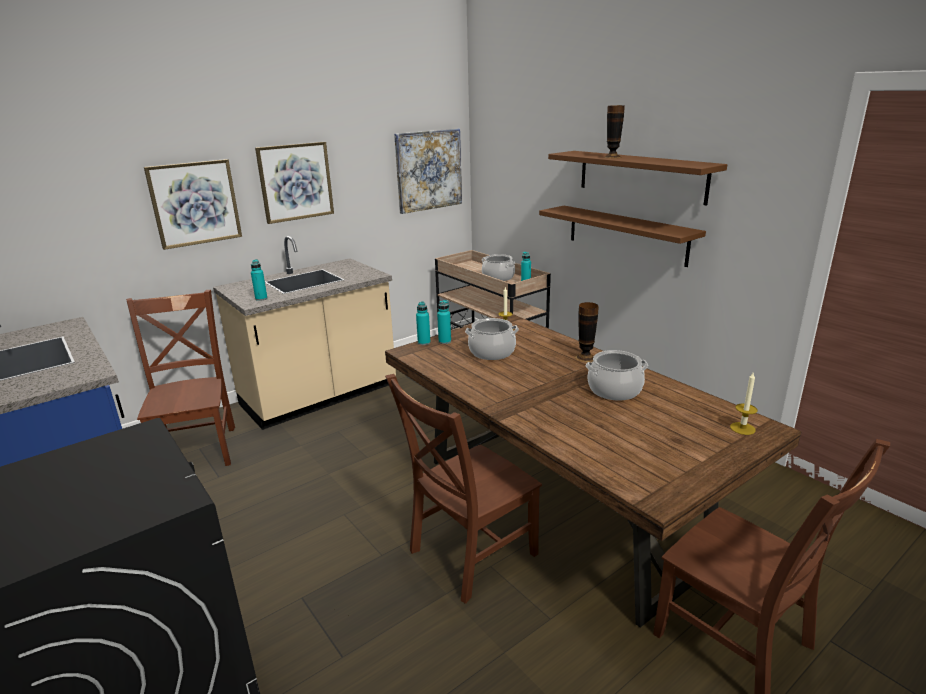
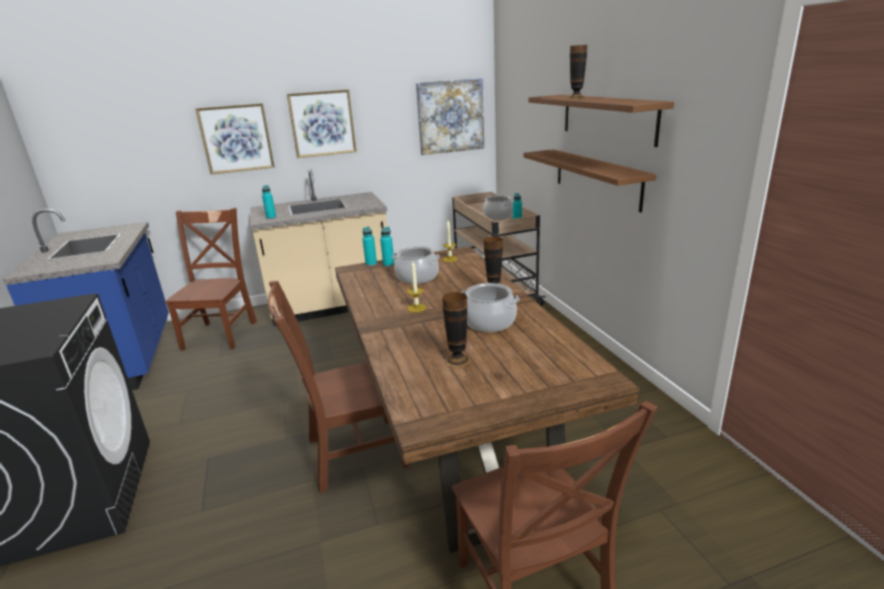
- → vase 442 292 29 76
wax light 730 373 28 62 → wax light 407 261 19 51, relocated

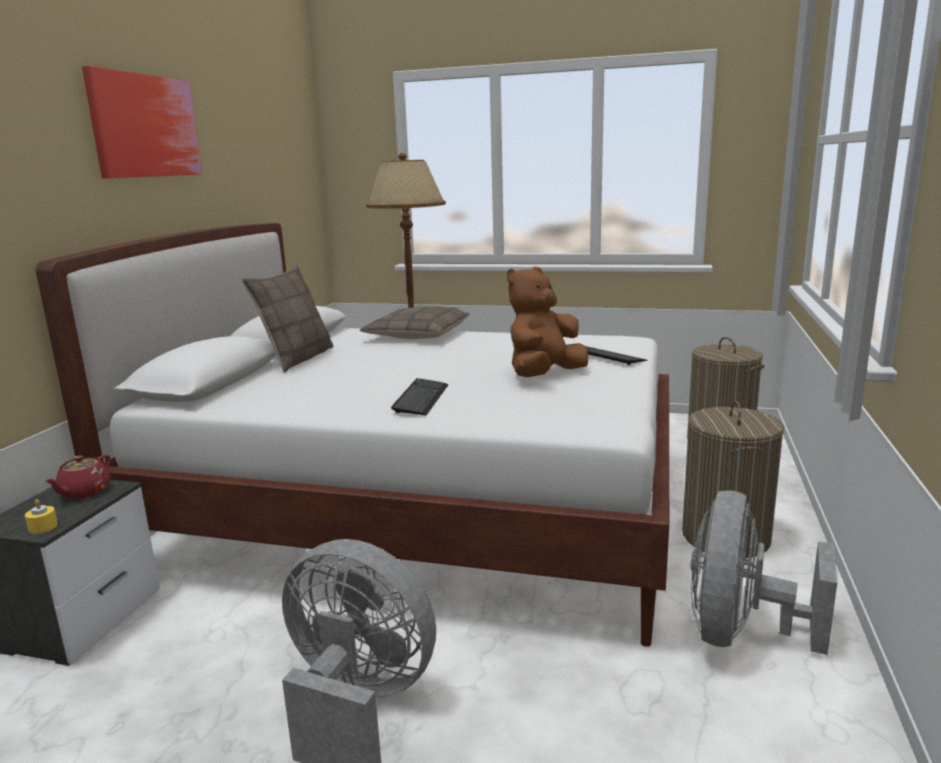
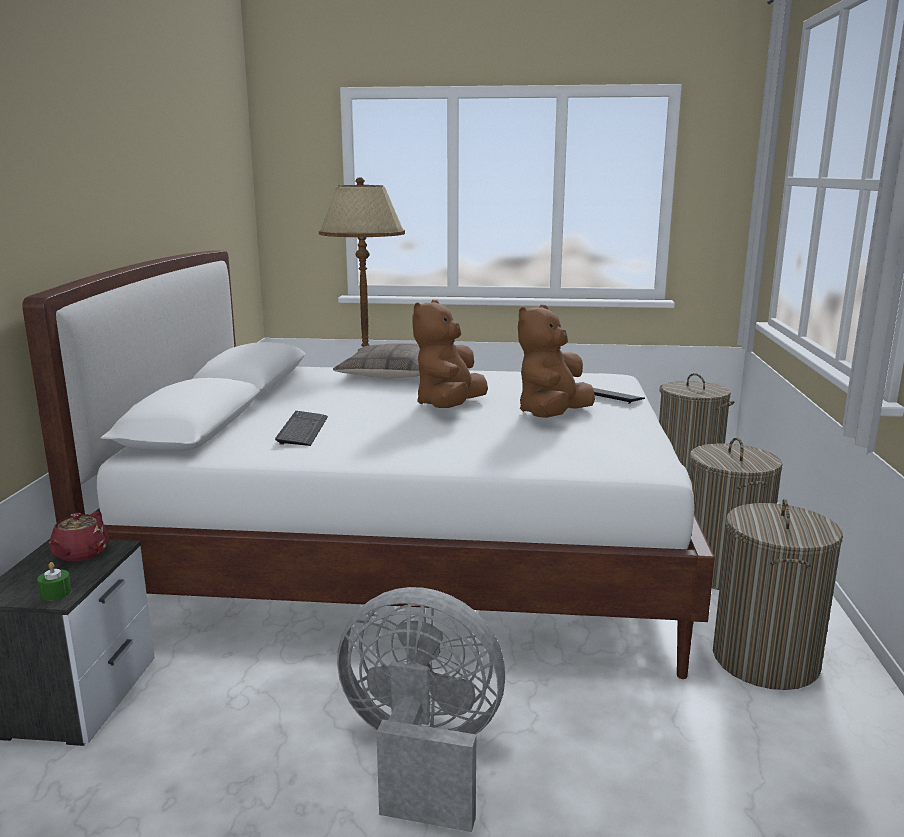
wall picture 82 66 120 113 → -
pillow 242 264 91 109 → -
- → brownish plush toy 412 300 76 108
PC keyboard 391 378 57 37 → PC keyboard 275 411 53 35, relocated
grey cooling fan 690 491 147 164 → laundry basket 713 499 130 191
yellow-coloured wax light 25 499 33 35 → green wax light 37 562 35 39

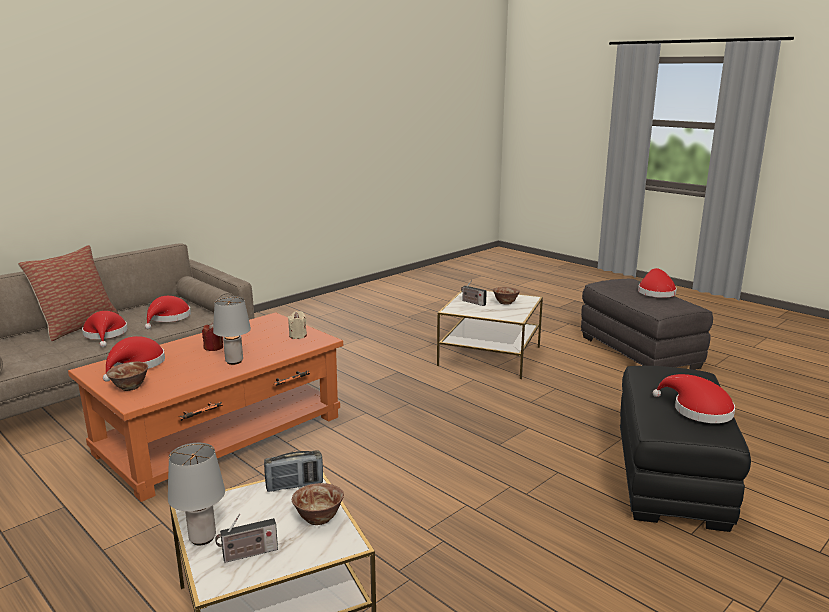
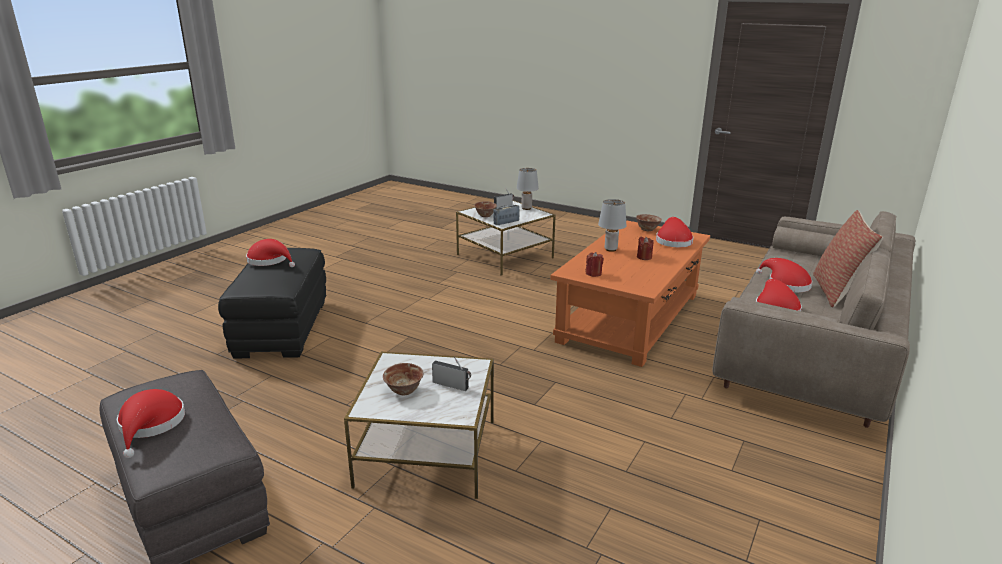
beige wax light 288 311 19 28 → red wax light 585 252 19 25

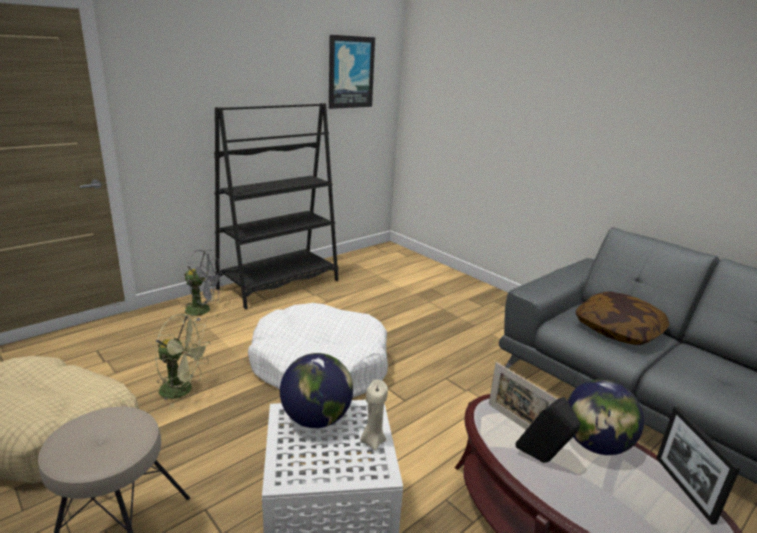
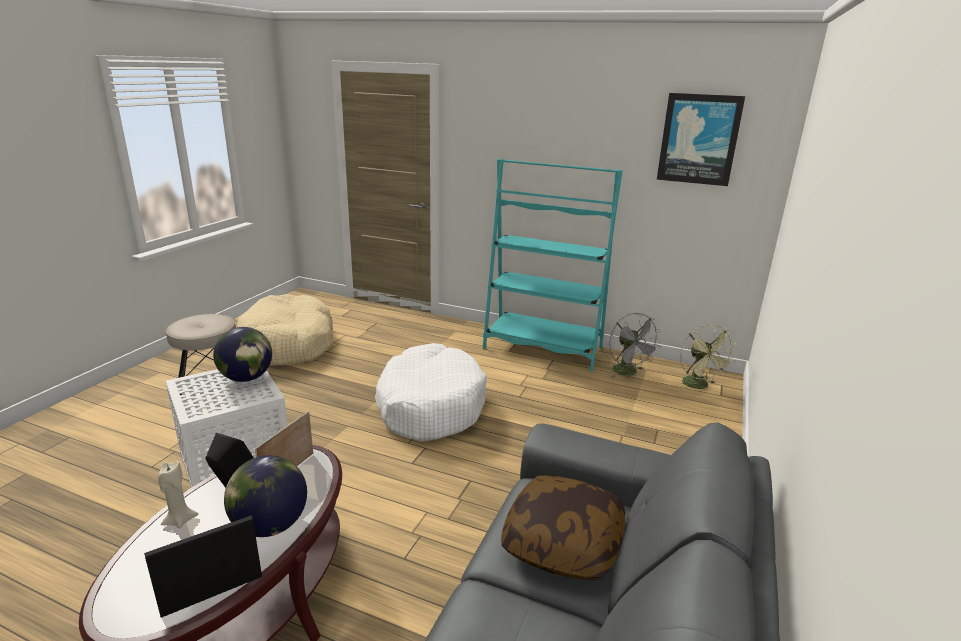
green cooling fan 155 314 56 94 → green cooling fan 680 324 57 66, relocated
grey cooling fan 182 250 41 71 → grey cooling fan 609 313 53 65, relocated
beige wax light 360 380 28 71 → beige wax light 158 461 40 67, relocated
black-coloured shelving unit 214 103 124 206 → turquoise shelving unit 483 159 139 213

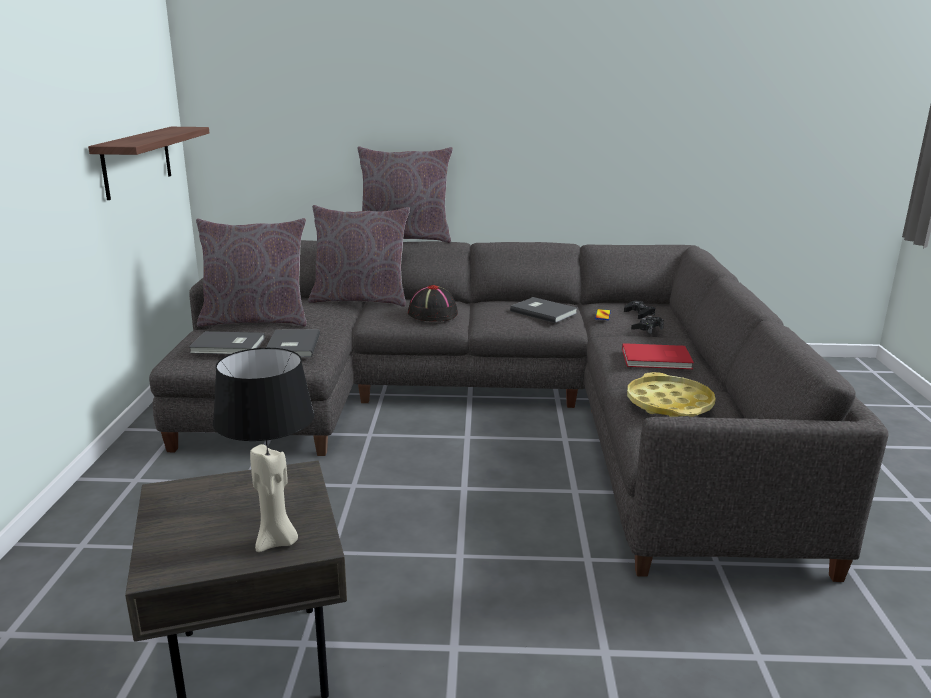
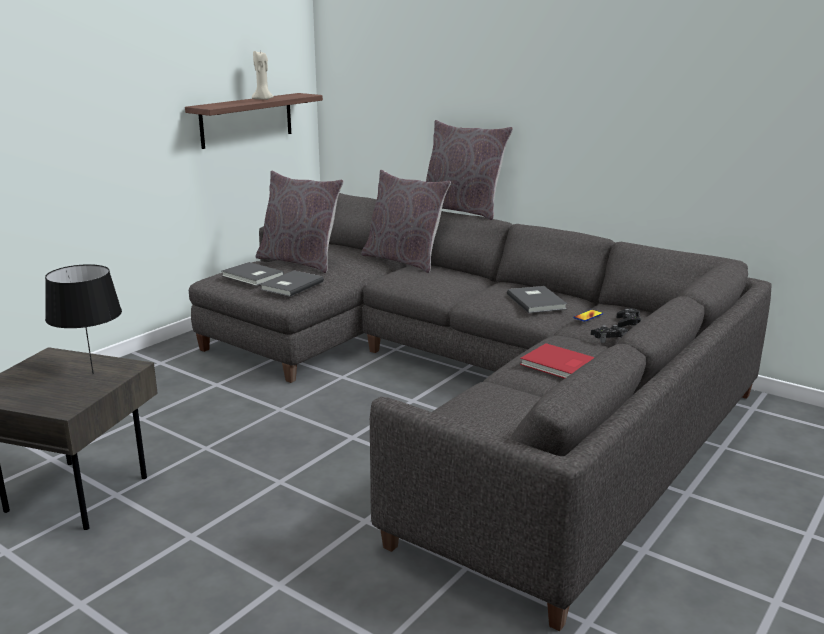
black-coloured clothing hat 408 285 50 37 → -
yellow-coloured carrying tray 627 372 89 45 → -
beige wax light 250 444 48 108 → beige wax light 252 51 22 49, relocated

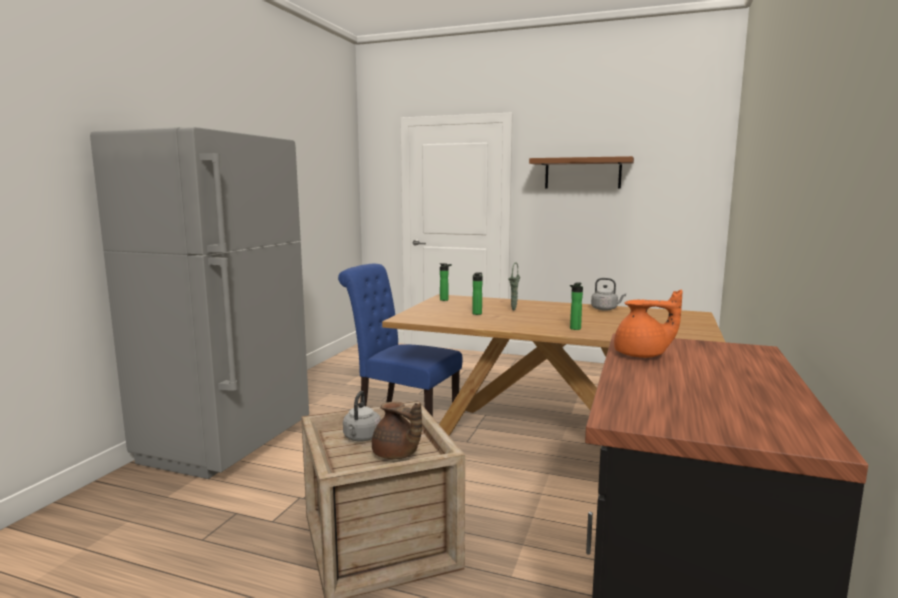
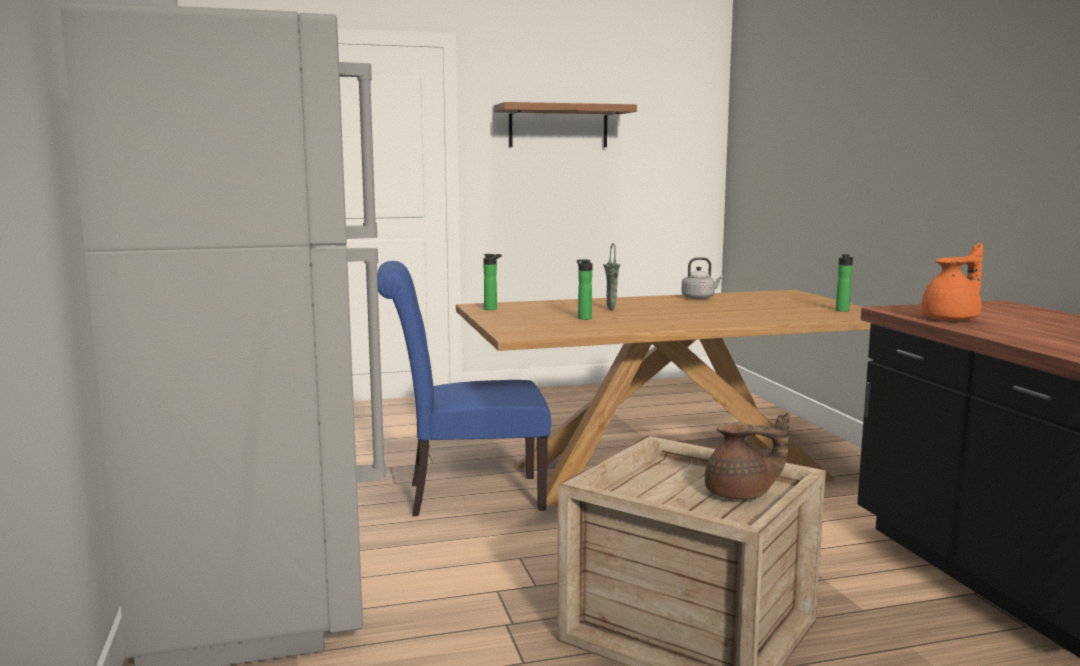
grey tea kettle 343 391 38 51 → -
bottle 570 282 13 48 → bottle 836 254 17 58, relocated

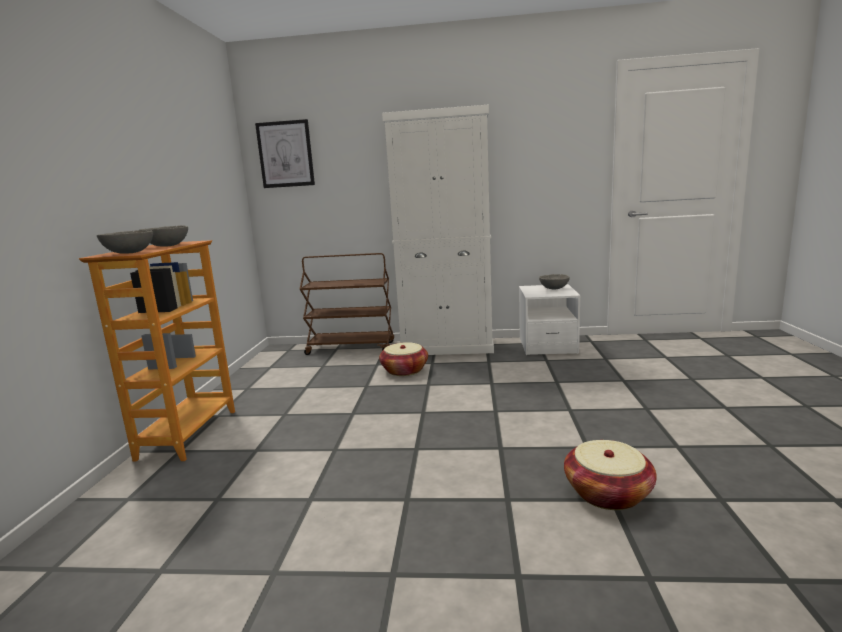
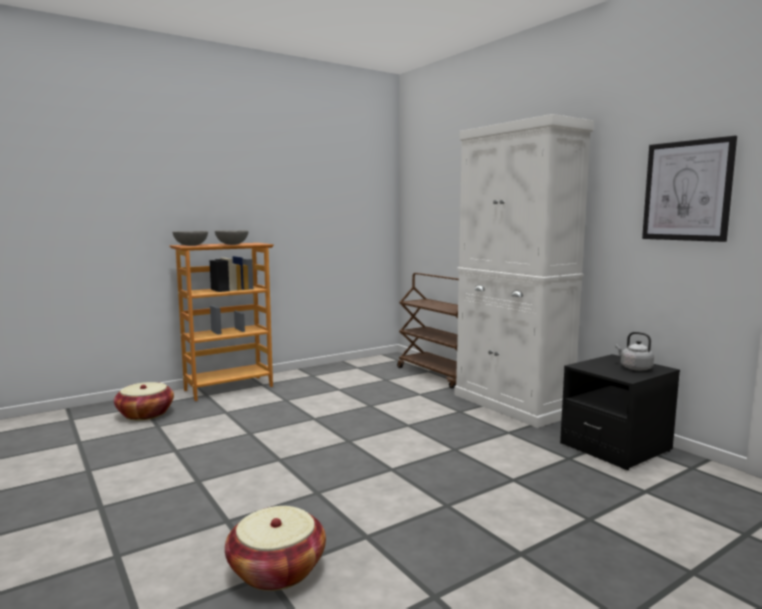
wall picture 255 119 60 69 → wall picture 642 136 95 106, relocated
basket 379 342 49 34 → basket 114 382 60 39, relocated
grey deep dish 539 274 31 15 → grey tea kettle 616 332 38 39
whitish nightstand 519 284 62 71 → black-coloured nightstand 560 354 120 116

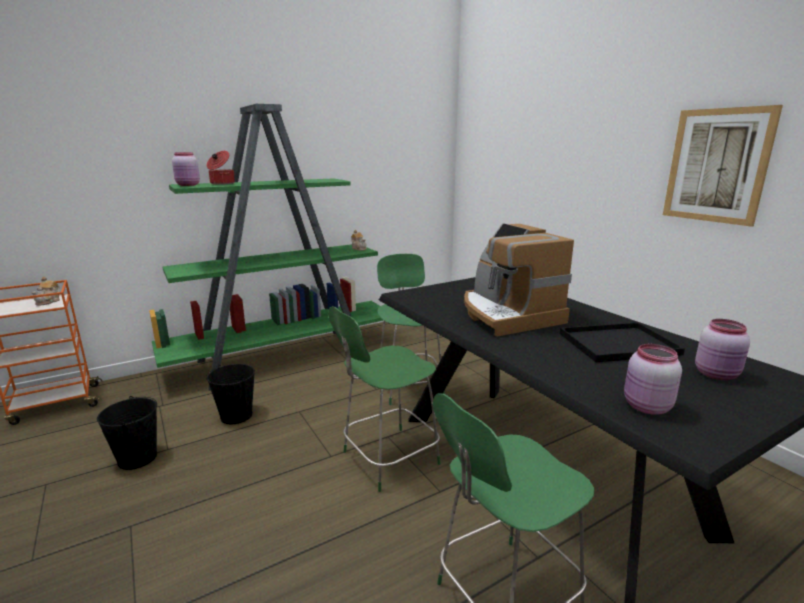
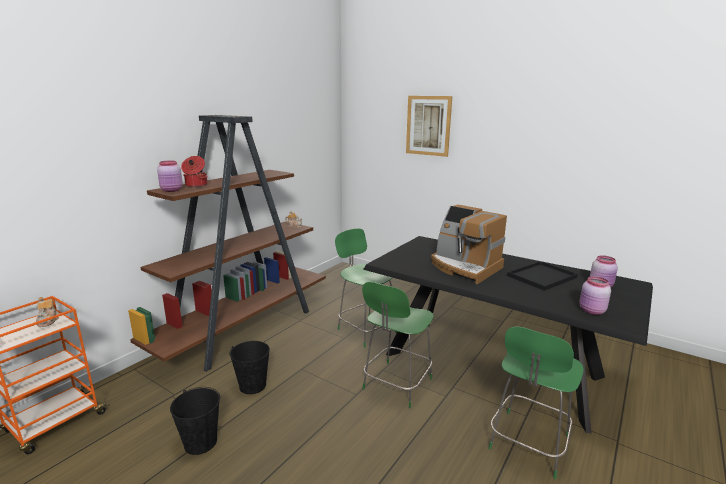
wall picture 663 105 120 122 → wall picture 406 96 46 61, relocated
green shelving unit 149 104 234 286 → brownish shelving unit 128 115 198 257

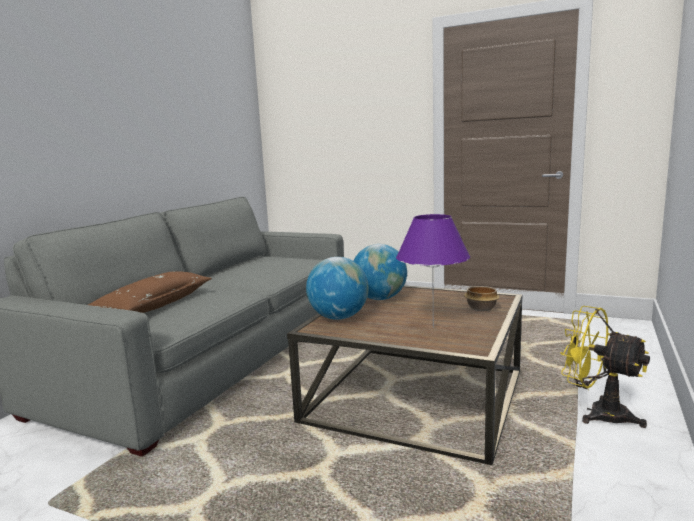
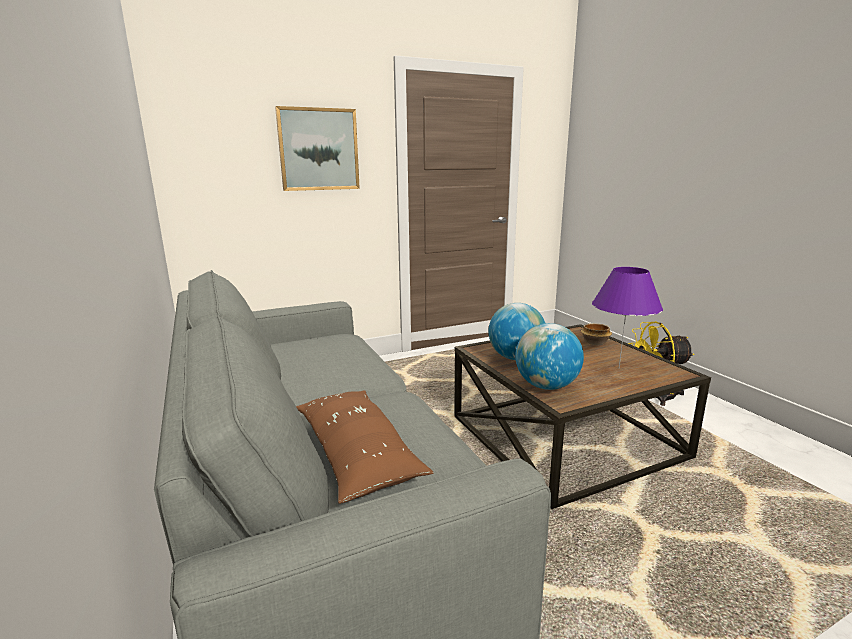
- → wall picture 275 106 85 85

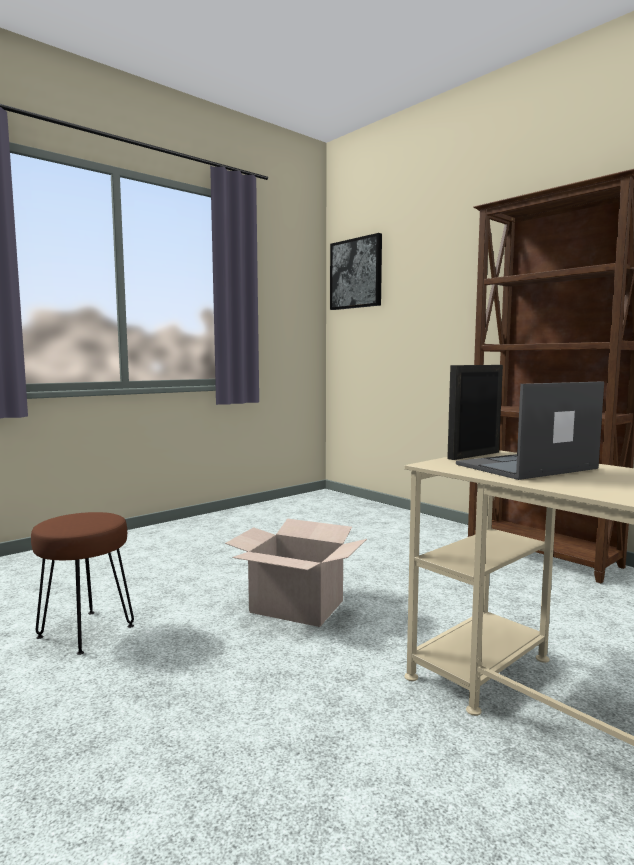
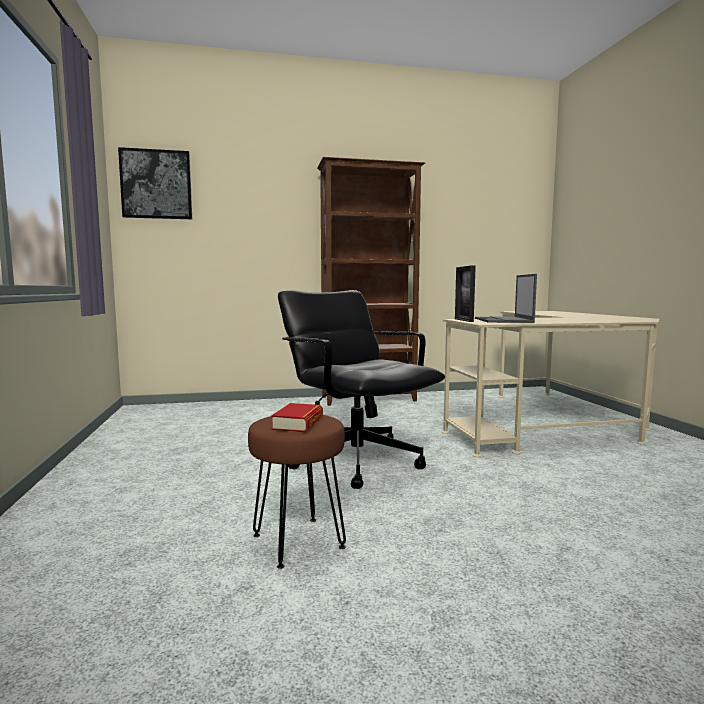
- → bound book 271 403 52 29
carton 225 519 142 108 → black-coloured computer chair 278 290 167 199

